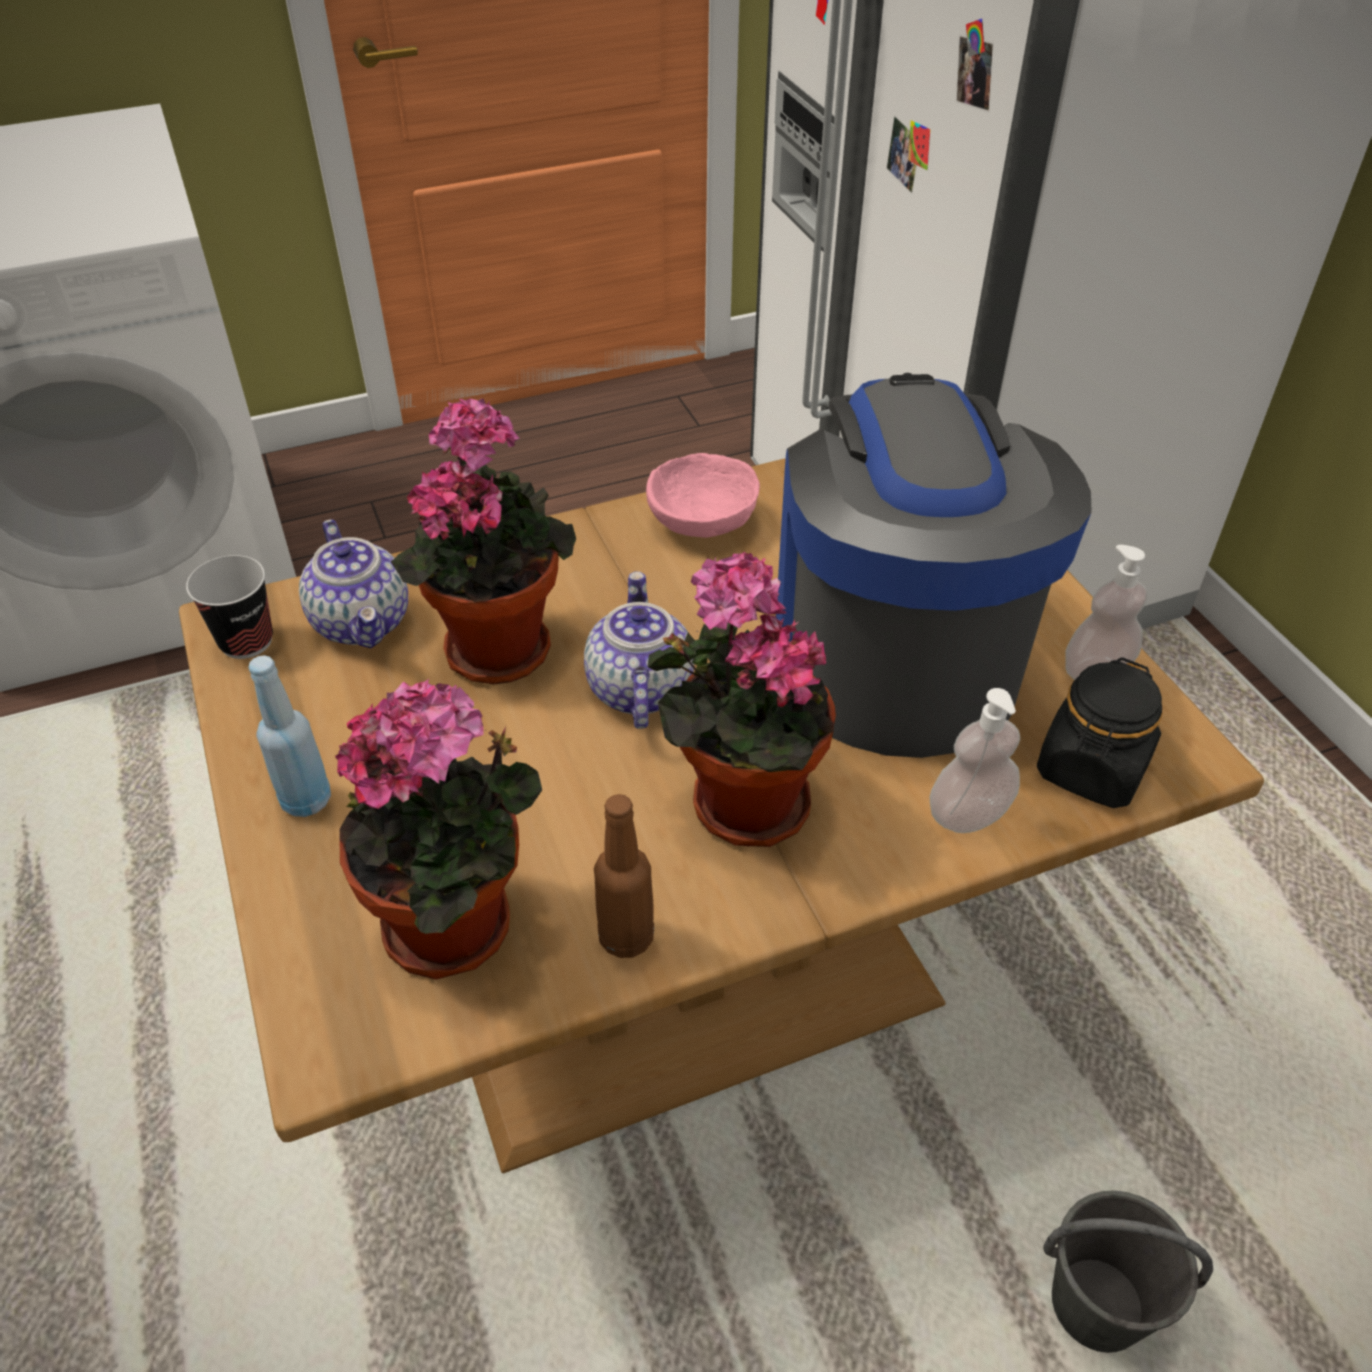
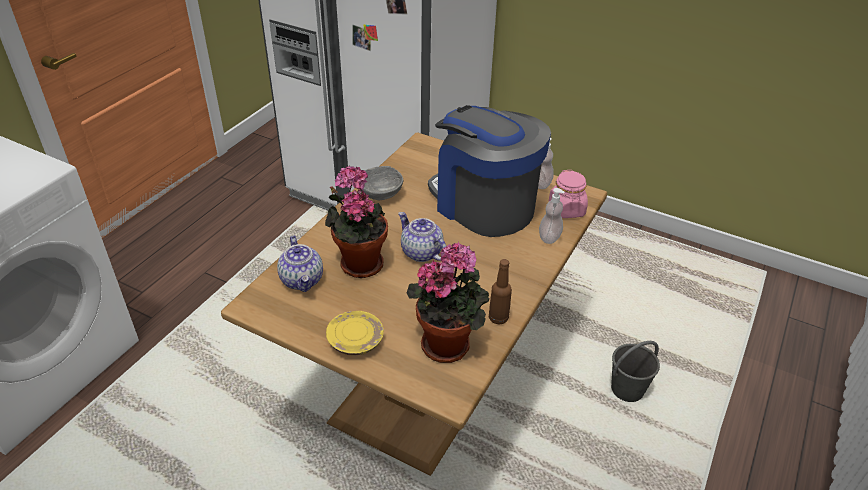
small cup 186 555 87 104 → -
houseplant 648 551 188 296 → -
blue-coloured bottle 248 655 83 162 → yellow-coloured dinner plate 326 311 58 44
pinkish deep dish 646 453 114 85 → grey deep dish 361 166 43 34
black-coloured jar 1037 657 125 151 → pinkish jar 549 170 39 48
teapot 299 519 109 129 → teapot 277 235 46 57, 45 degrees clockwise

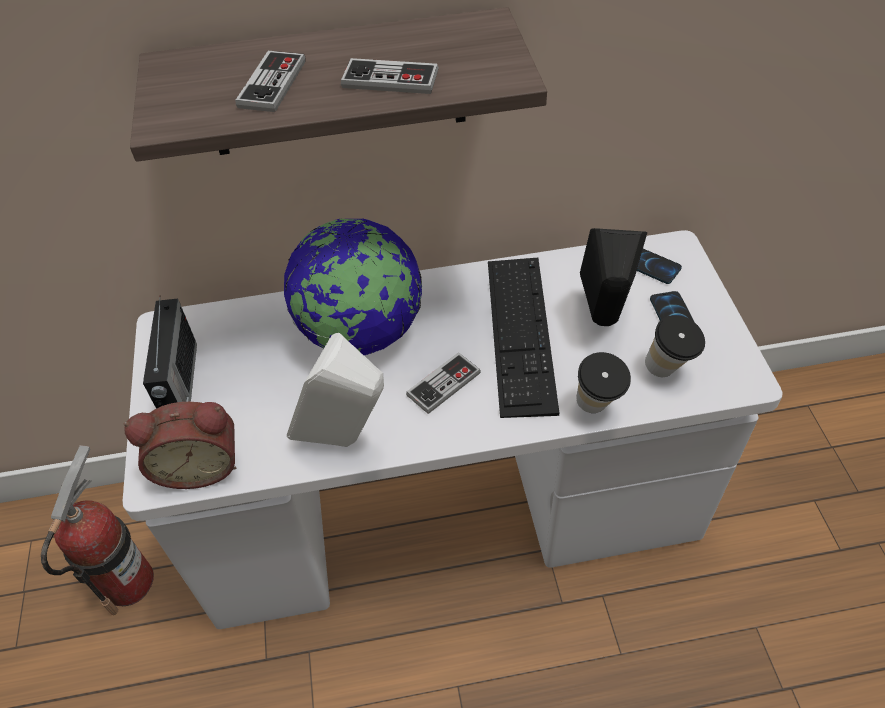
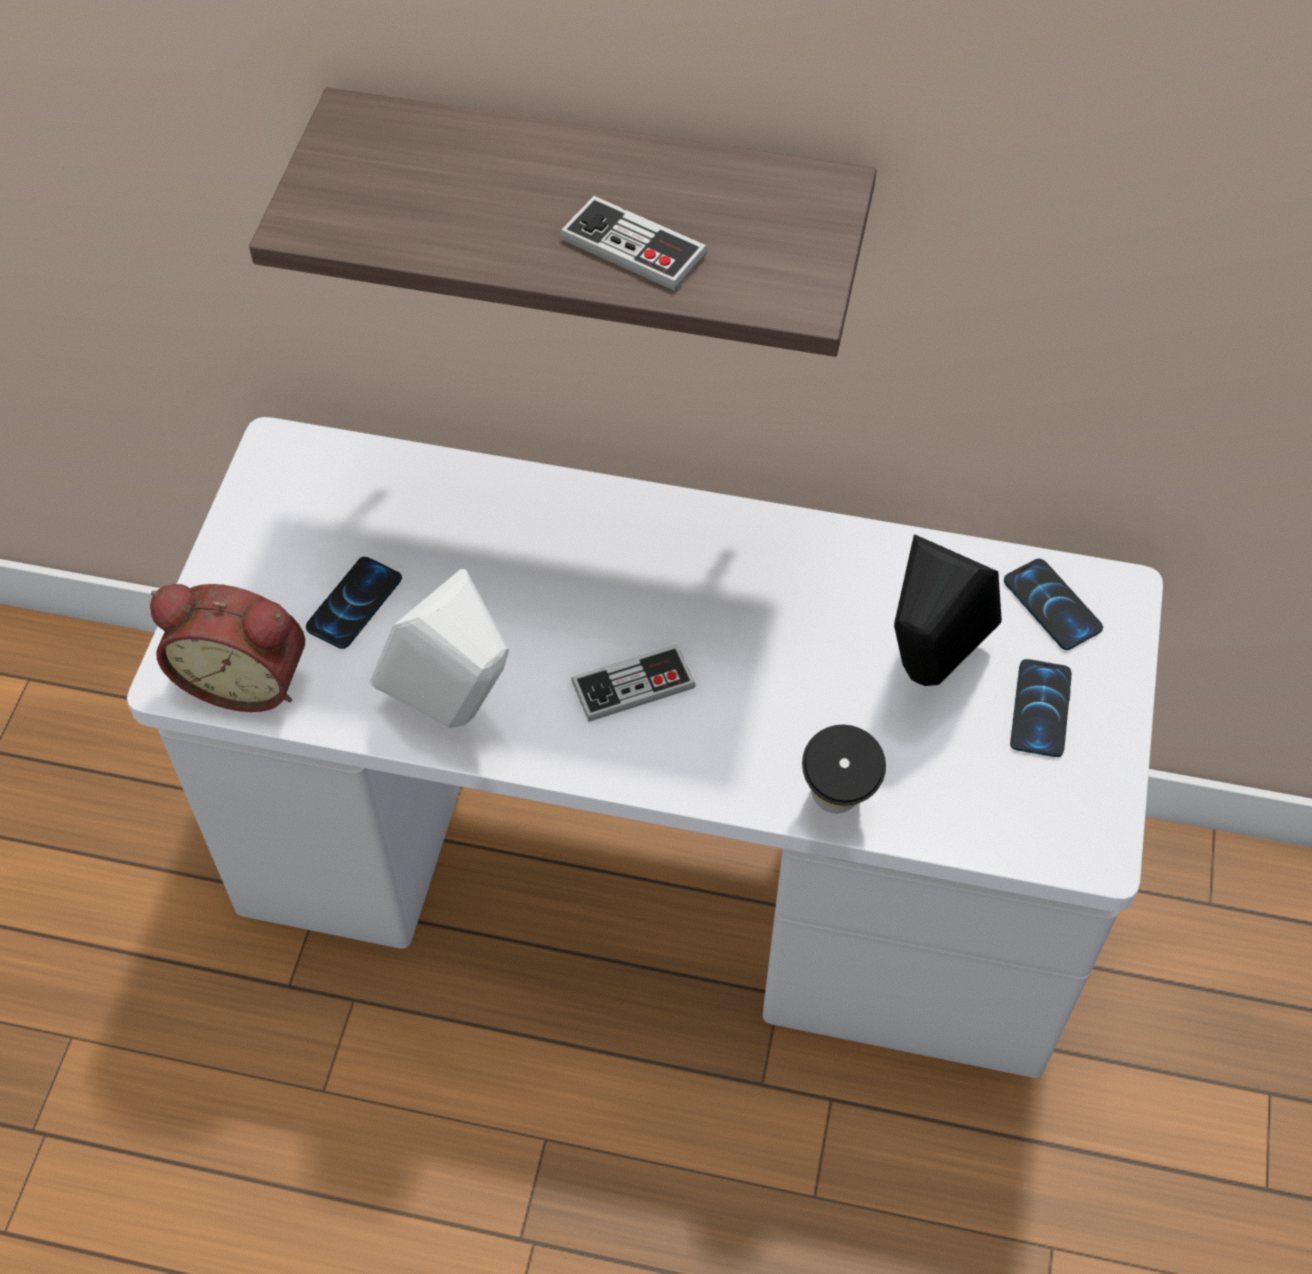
extinguisher 41 445 113 170 → -
radio set 143 299 54 110 → -
gamepad 235 51 71 61 → -
desk globe 284 219 138 136 → -
PC keyboard 488 258 71 160 → -
small cup 645 315 60 62 → -
- → phone 306 557 96 92

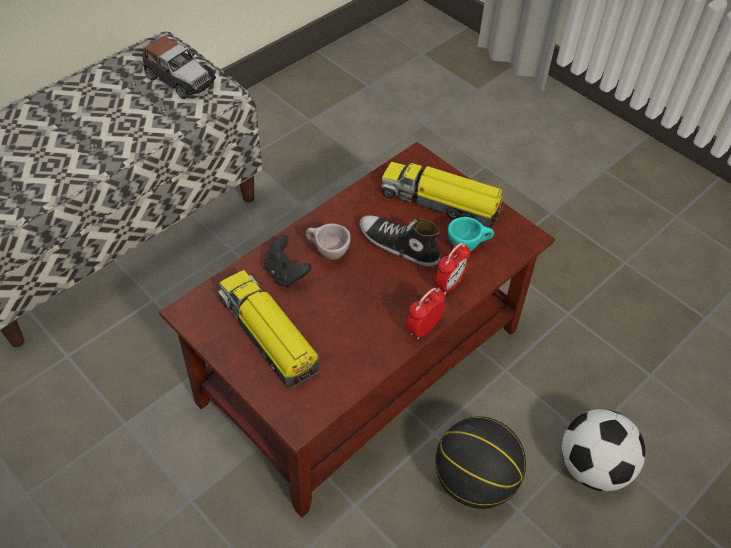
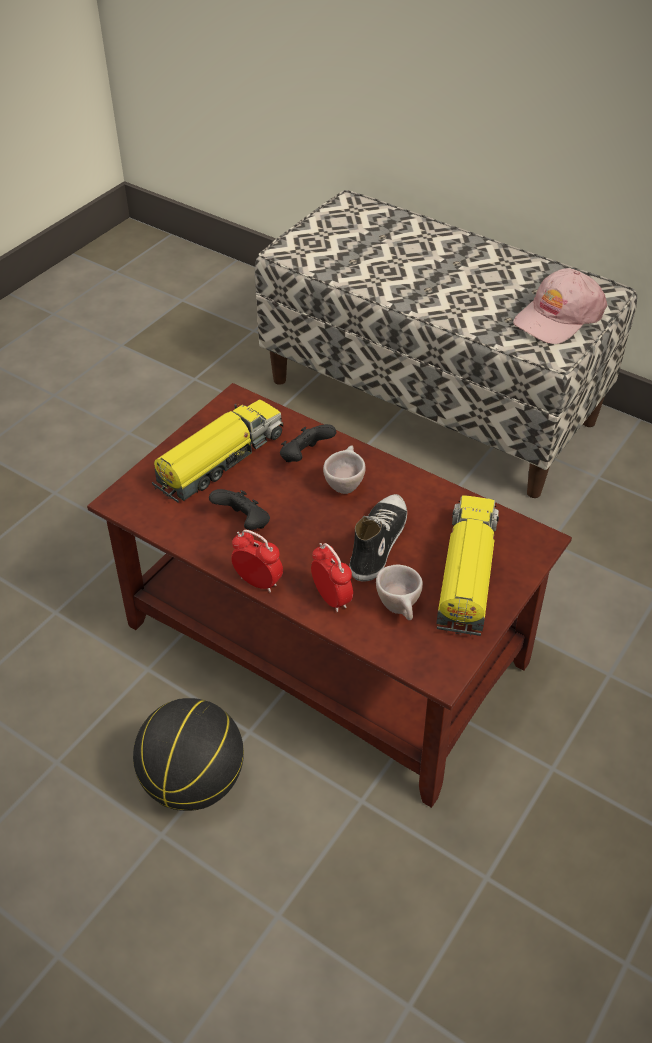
football 562 409 83 82 → -
- → black-coloured gamepad 209 489 61 41
model car 143 36 73 63 → pinkish cap 513 268 94 76
turquoise small cup 448 217 46 35 → beige small cup 376 564 47 56
table clock 435 242 35 53 → table clock 311 543 42 70, 150 degrees counterclockwise

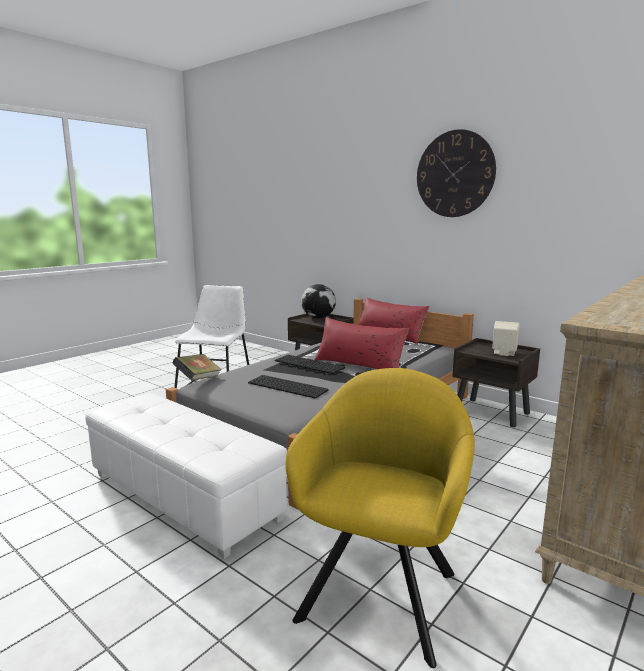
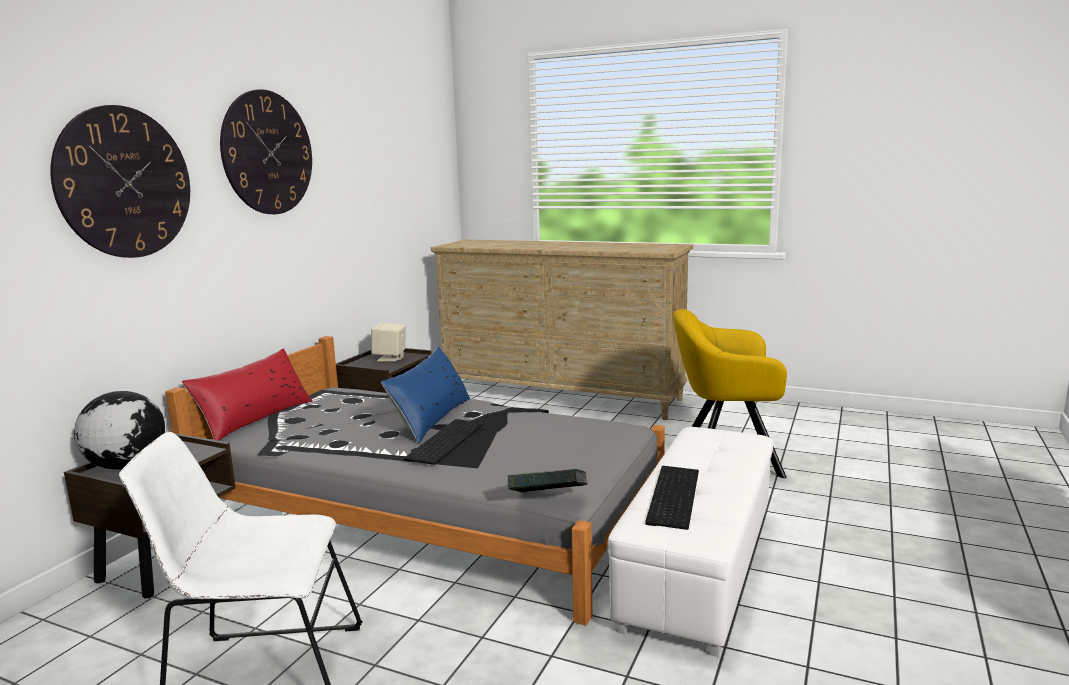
- → clock on the wall 51 105 139 153
PC keyboard 248 375 81 23 → PC keyboard 645 466 54 64, relocated
red pillow 314 317 95 52 → blue-coloured pillow 381 346 89 98

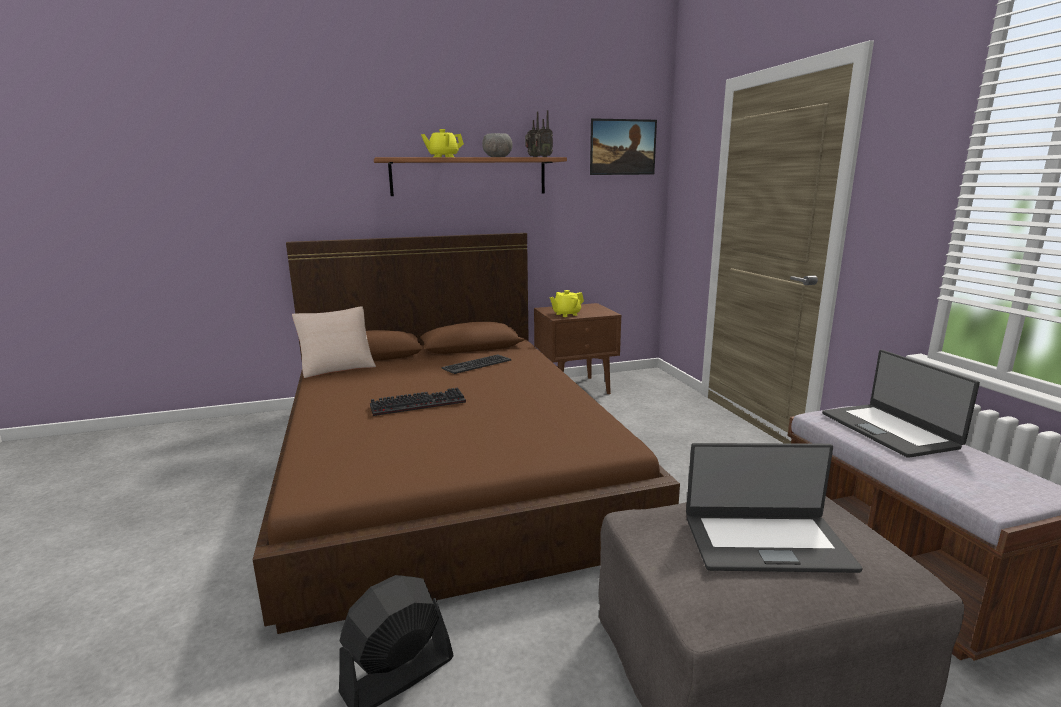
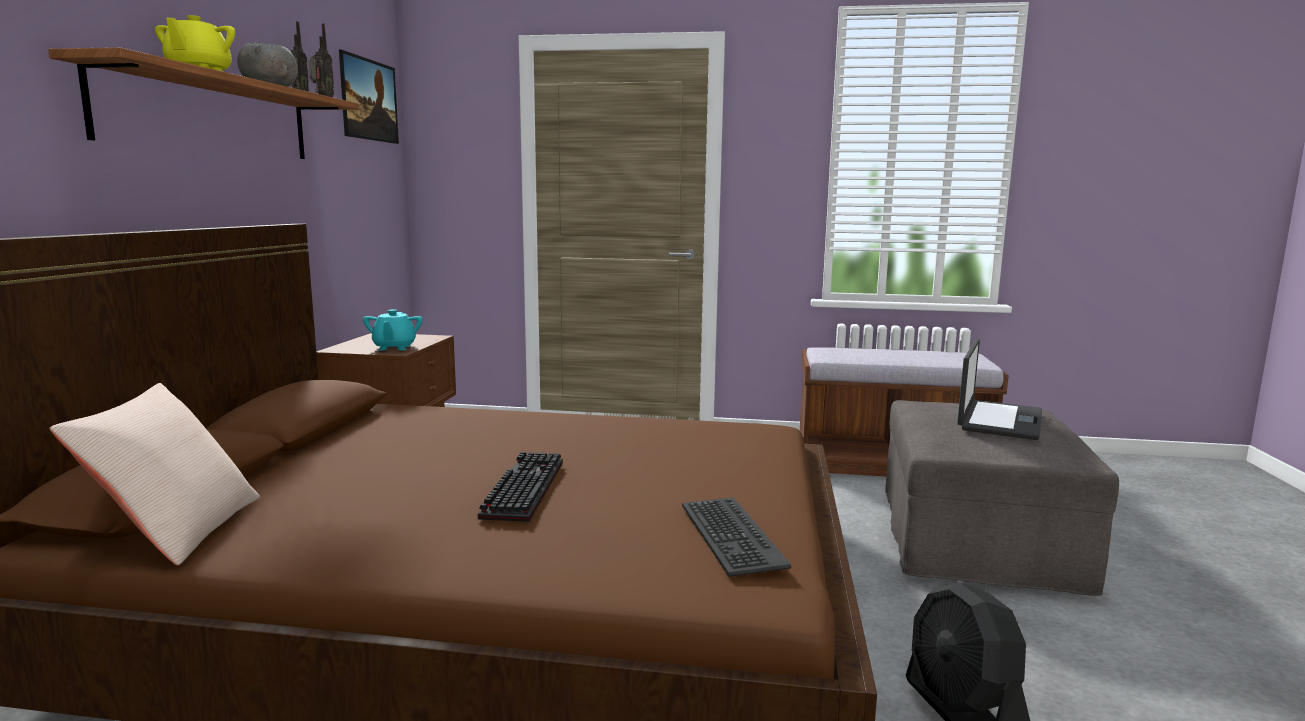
notebook computer 822 350 158 108 → -
PC keyboard 442 354 69 20 → PC keyboard 682 497 109 80, relocated
yellow-coloured teapot 550 290 34 27 → turquoise teapot 363 309 60 42

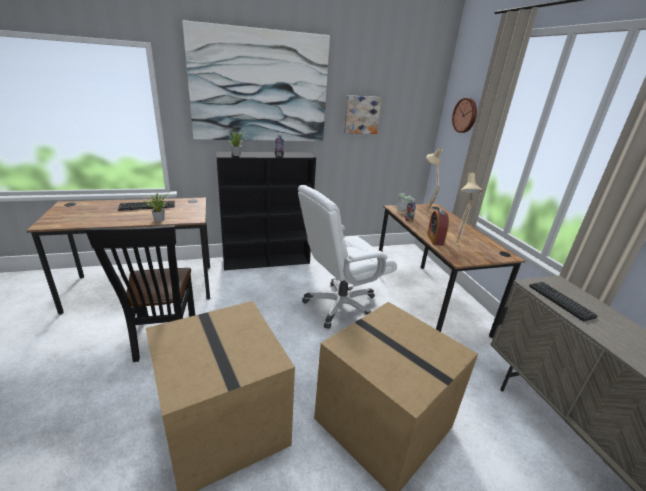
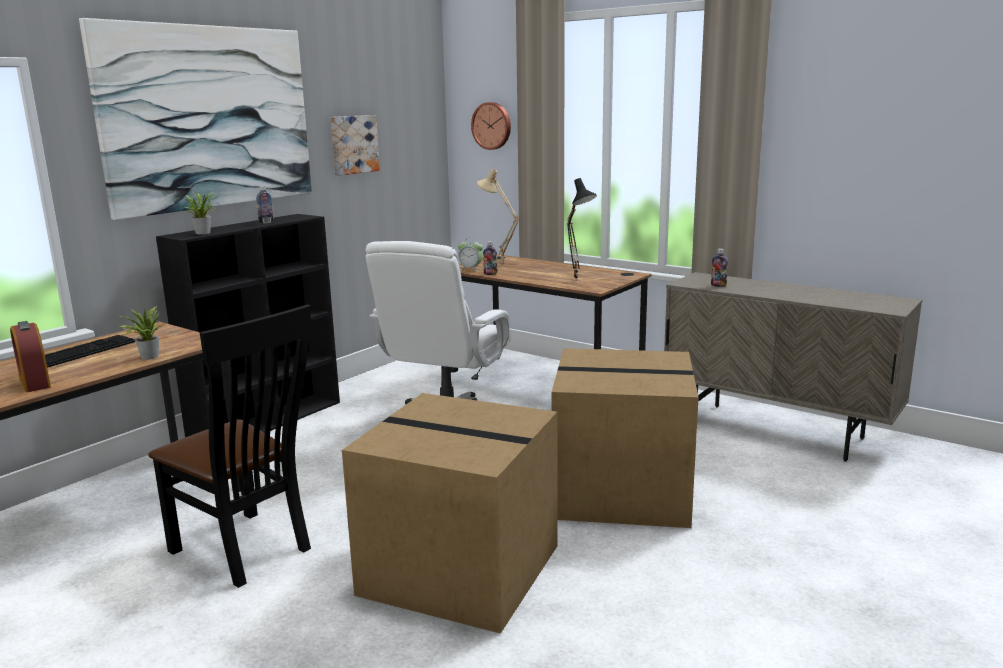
table clock 427 210 22 36 → table clock 10 321 41 71, relocated
PC keyboard 529 282 68 39 → bottle 711 249 17 38
beige lamp for a table 456 173 26 73 → black-coloured lamp for a table 567 178 30 103

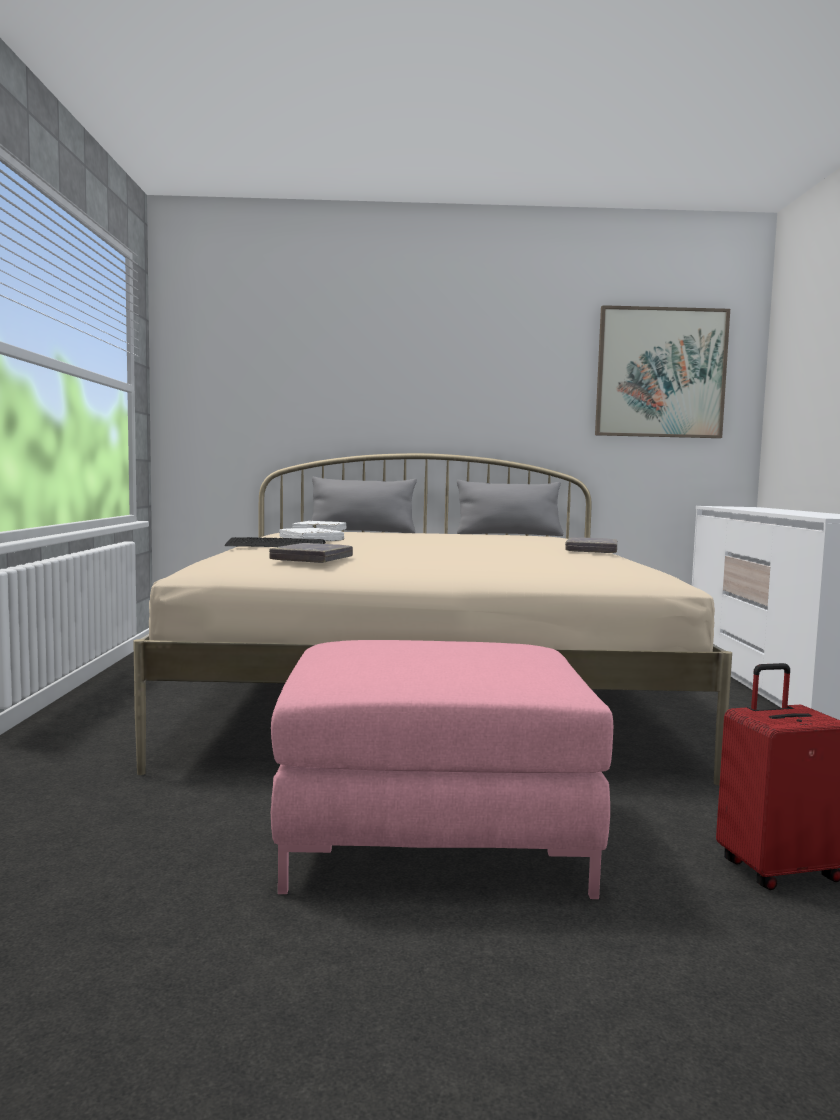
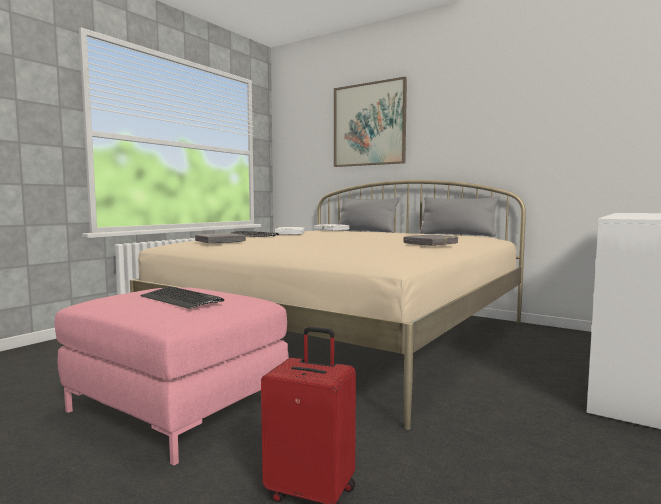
- → PC keyboard 140 286 84 23
wall picture 595 305 135 133 → wall picture 334 77 73 90, relocated

